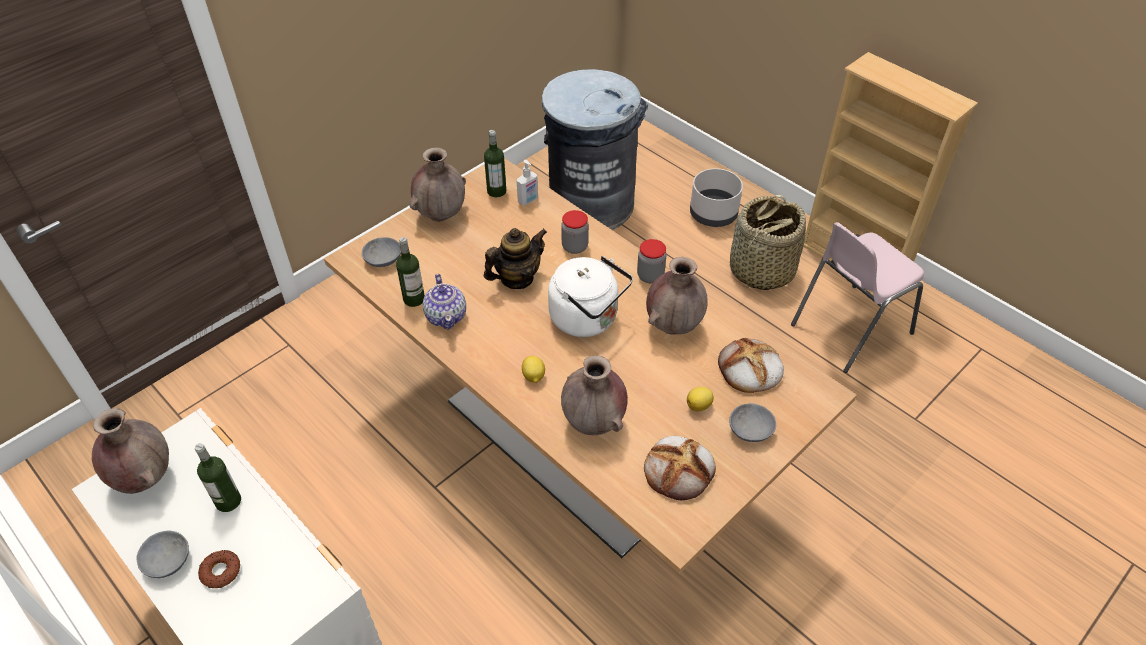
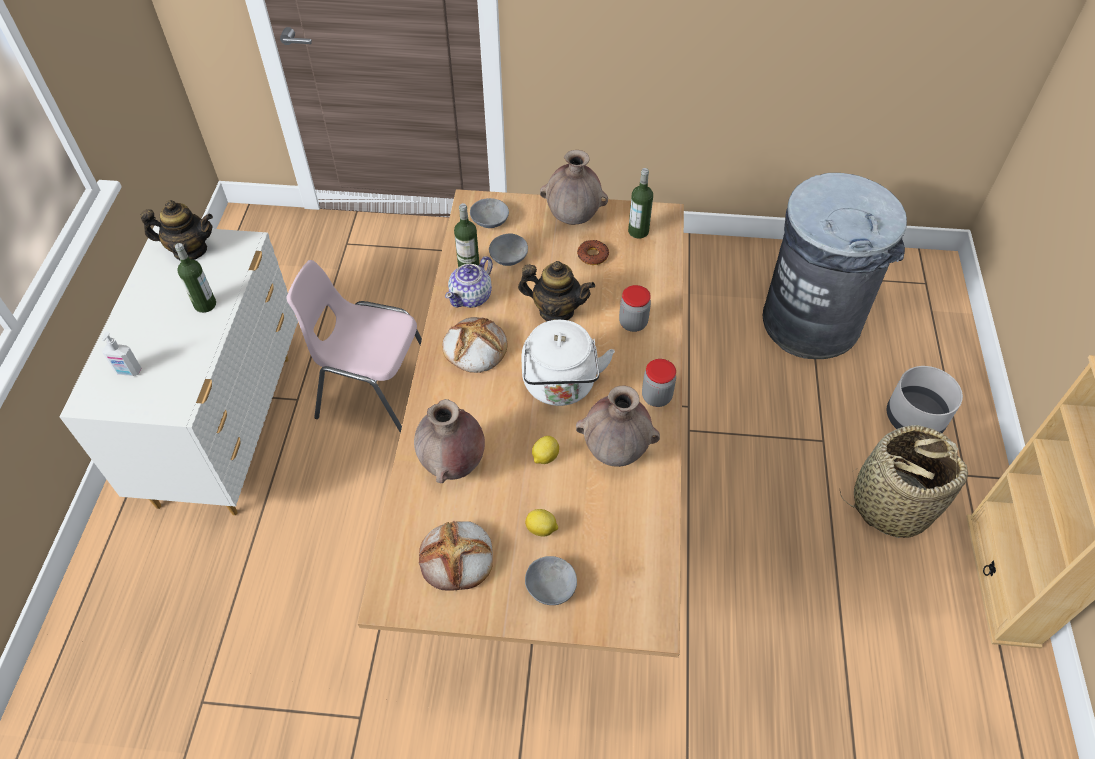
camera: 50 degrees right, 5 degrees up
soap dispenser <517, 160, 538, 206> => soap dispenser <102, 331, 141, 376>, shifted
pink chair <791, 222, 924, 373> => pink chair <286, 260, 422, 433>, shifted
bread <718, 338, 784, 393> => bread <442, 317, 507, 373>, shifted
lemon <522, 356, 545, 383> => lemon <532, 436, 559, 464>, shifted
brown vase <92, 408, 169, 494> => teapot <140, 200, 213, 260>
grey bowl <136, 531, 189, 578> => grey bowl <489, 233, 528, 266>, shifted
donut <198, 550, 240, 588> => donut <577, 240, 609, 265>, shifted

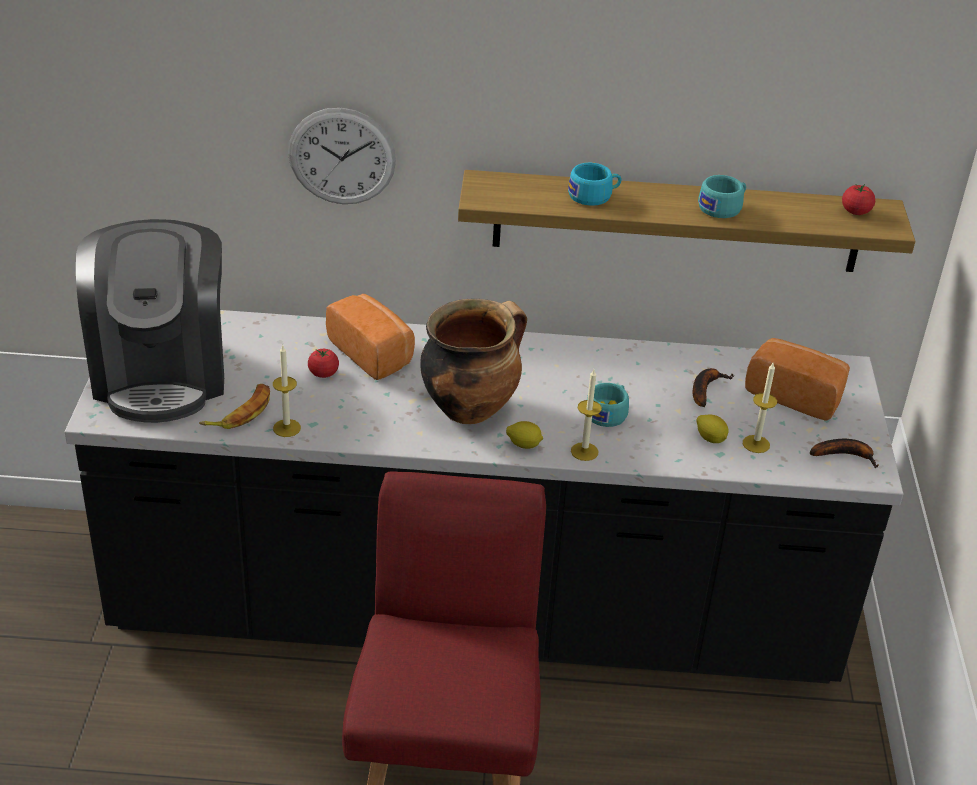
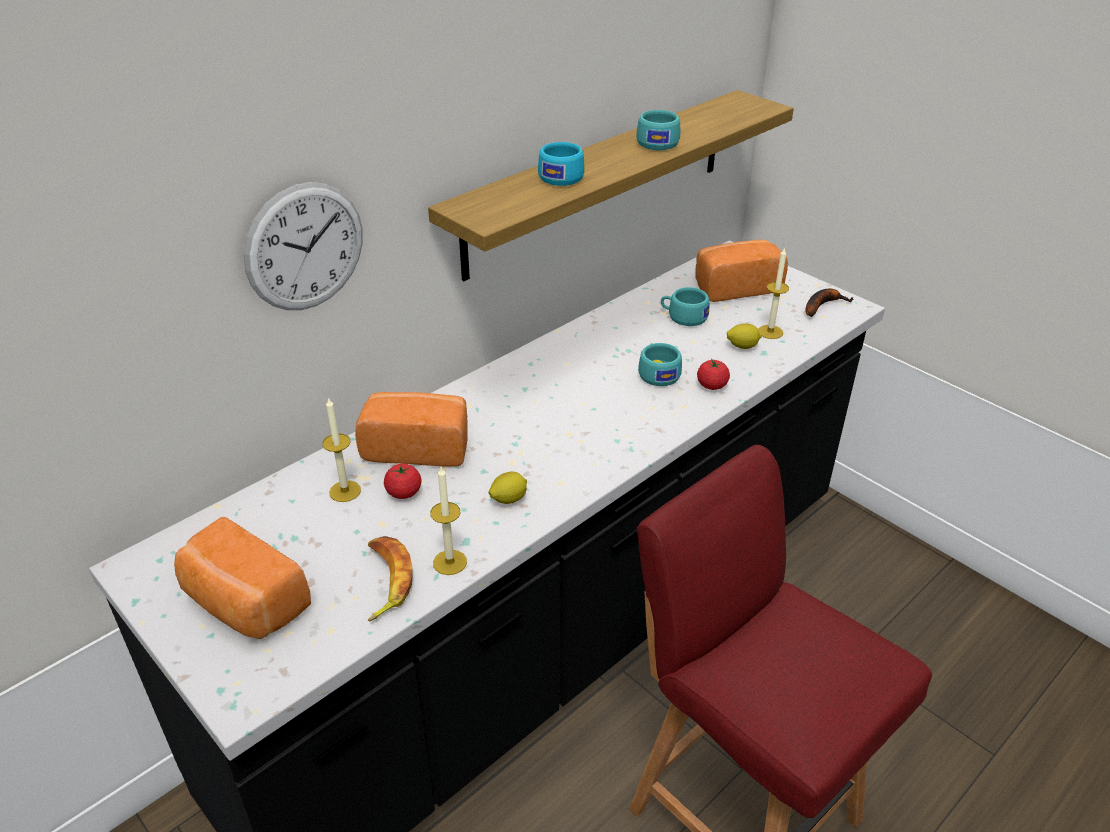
camera: 45 degrees left, 0 degrees up
tomato <842, 184, 875, 215> => tomato <697, 359, 730, 390>, shifted
coffee machine <76, 219, 224, 423> => bread <174, 517, 311, 639>
cooking pot <420, 299, 527, 424> => nothing
banana <693, 368, 734, 407> => turquoise cup <661, 287, 709, 326>
candle <571, 369, 602, 461> => candle <322, 397, 361, 502>, shifted
lemon <506, 421, 543, 449> => lemon <488, 472, 527, 504>, shifted

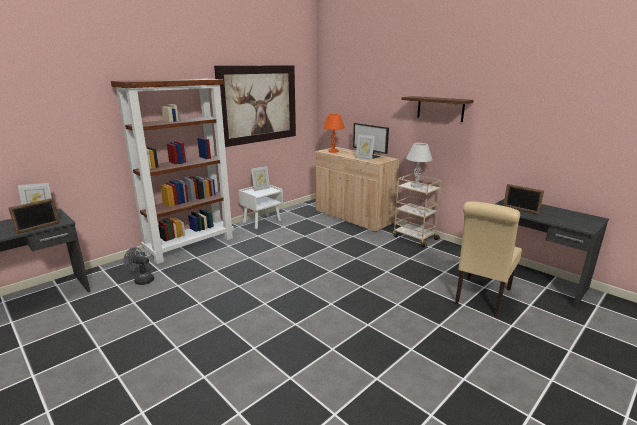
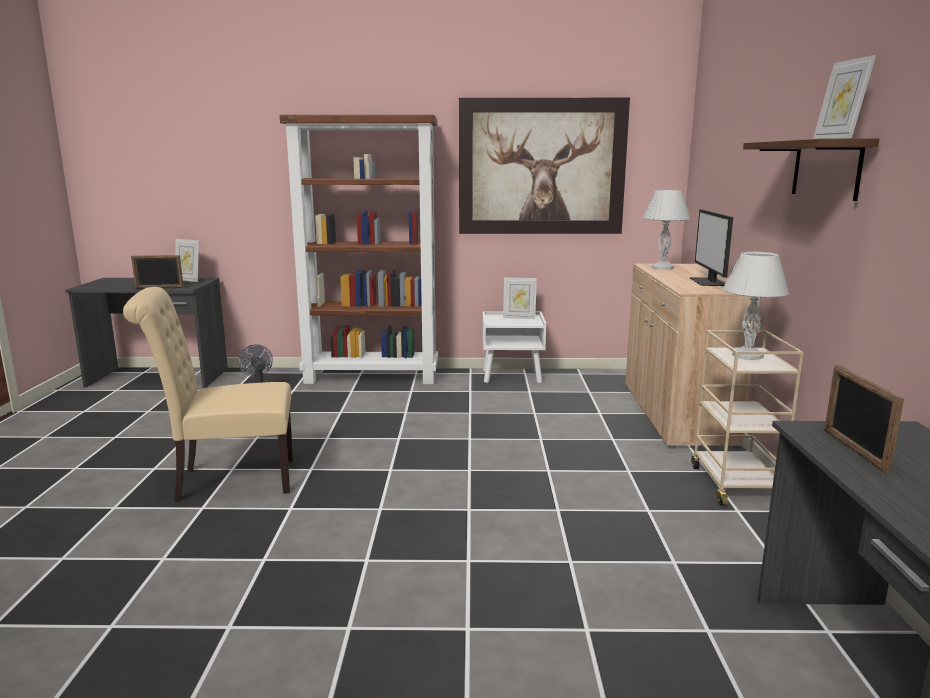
camera: 45 degrees right, 5 degrees down
orange table lamp <323, 114, 345, 153> => white table lamp <643, 190, 690, 270>
picture frame <356, 134, 375, 161> => picture frame <813, 55, 876, 139>, shifted
beige chair <455, 201, 522, 317> => beige chair <123, 287, 293, 502>, shifted

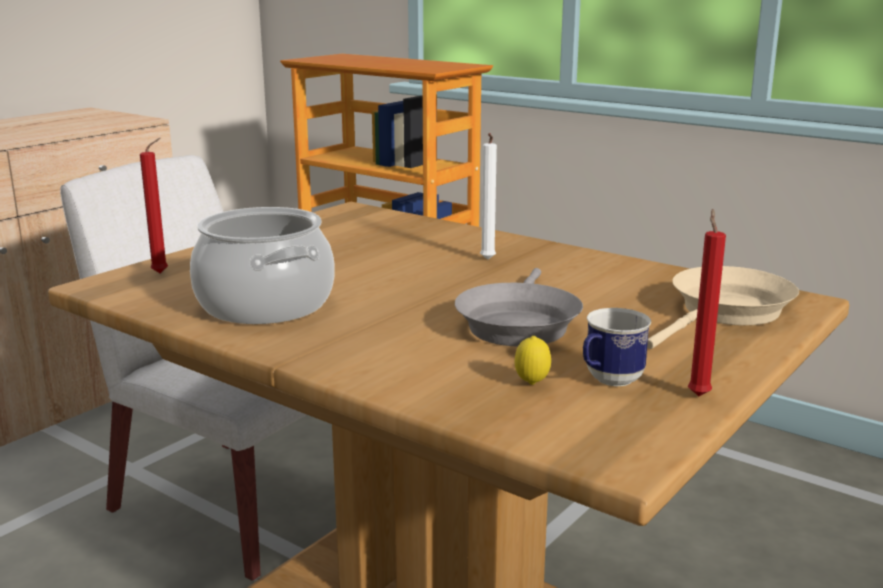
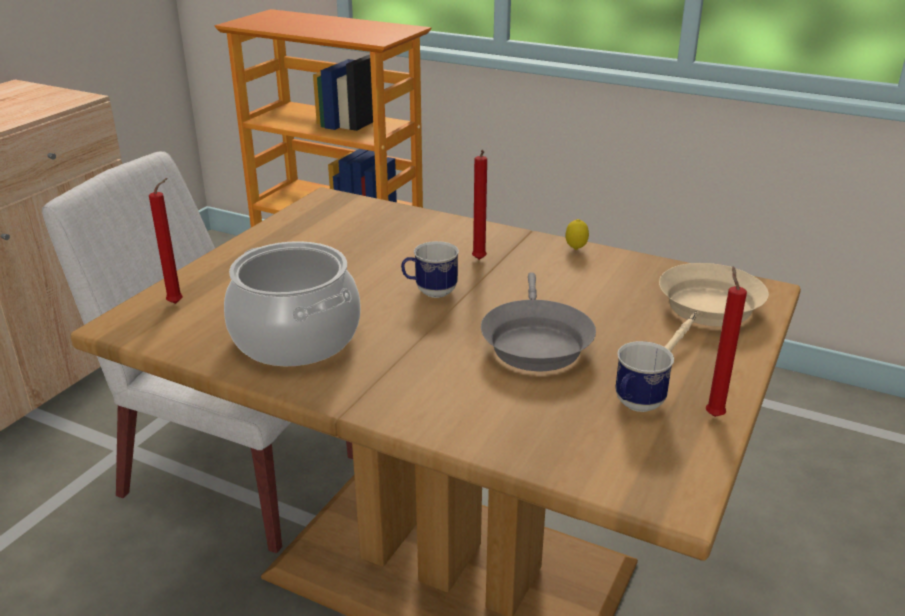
camera: 10 degrees left, 10 degrees up
white candle <480, 133, 497, 260> => red candle <472, 150, 487, 260>
lemon <515, 336, 551, 385> => lemon <565, 219, 589, 250>, shifted
nothing => mug <401, 241, 459, 298>

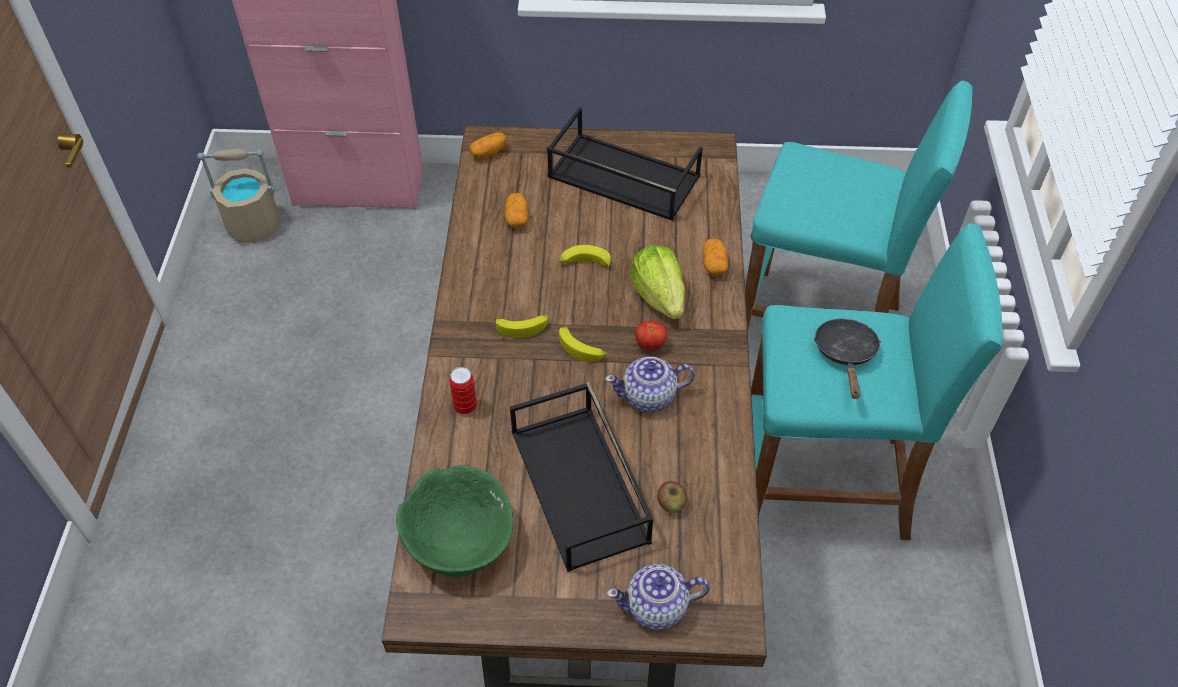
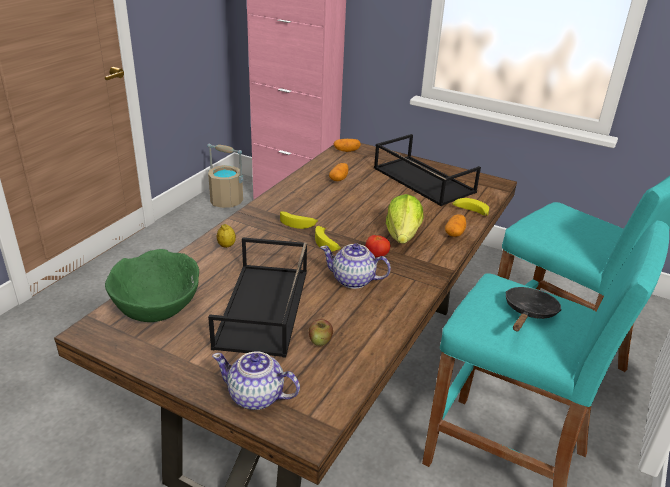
camera: 25 degrees right, 20 degrees down
banana <559, 245, 612, 268> => banana <452, 198, 489, 216>, shifted
can <449, 367, 477, 414> => lemon <217, 224, 236, 248>

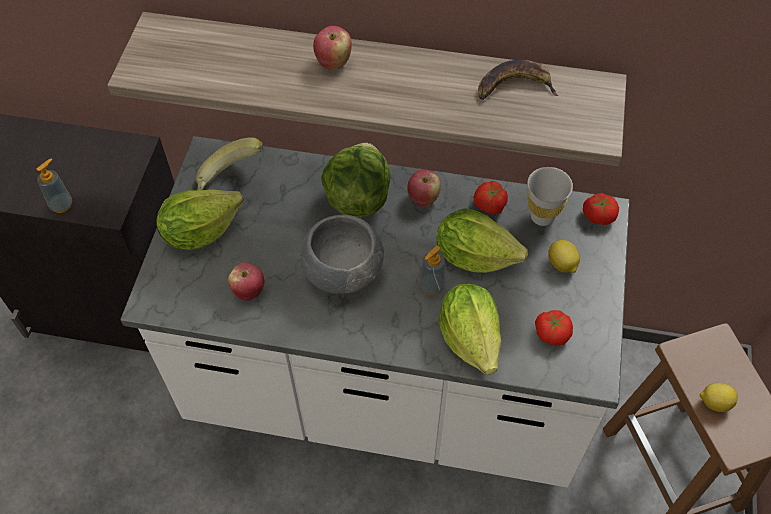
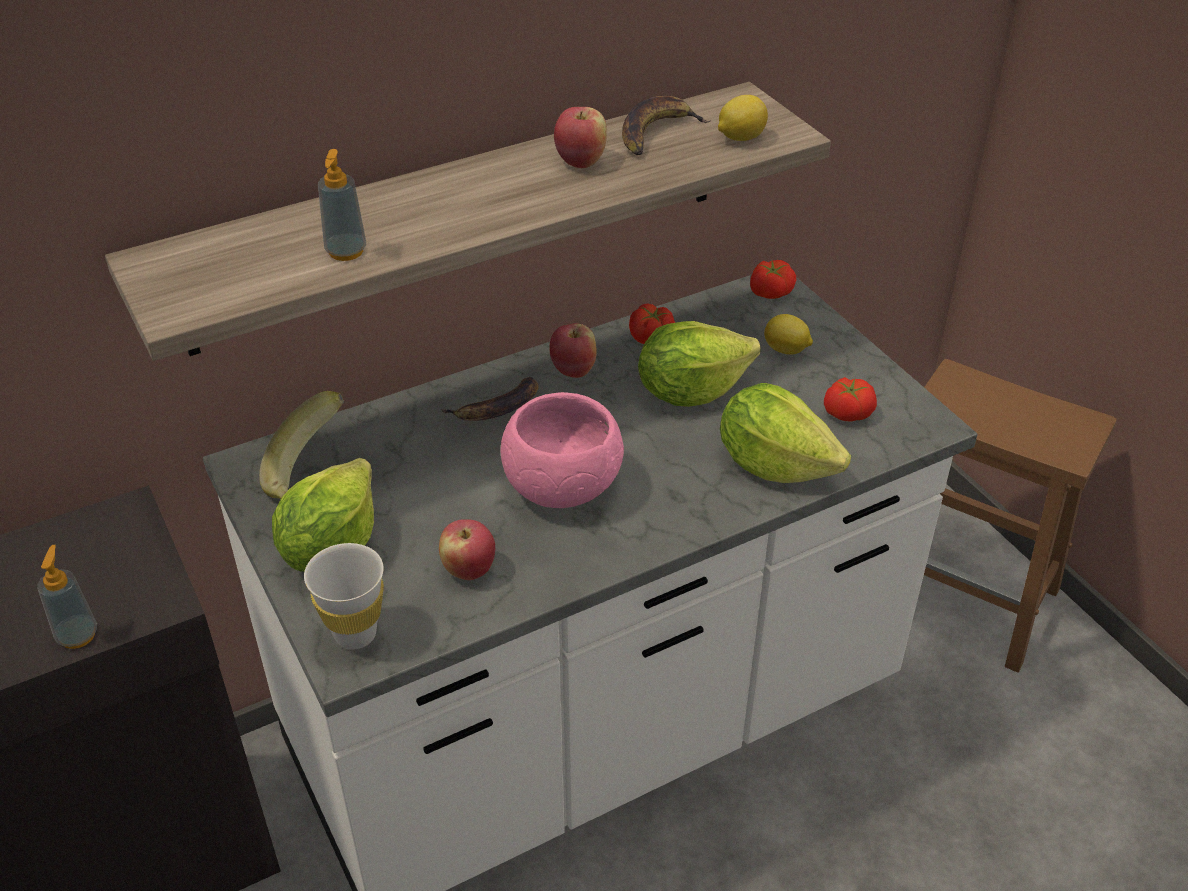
camera: 40 degrees left, 15 degrees down
apple <313, 26, 352, 70> => apple <554, 107, 607, 169>, shifted
lettuce <321, 143, 390, 218> => banana <441, 377, 539, 421>
white cup <527, 167, 573, 226> => white cup <304, 543, 384, 650>, shifted
grey bowl <300, 215, 384, 294> => pink bowl <501, 392, 624, 508>
soap dispenser <419, 246, 445, 295> => soap dispenser <318, 149, 366, 261>, shifted
lemon <700, 383, 738, 412> => lemon <718, 95, 768, 141>, shifted

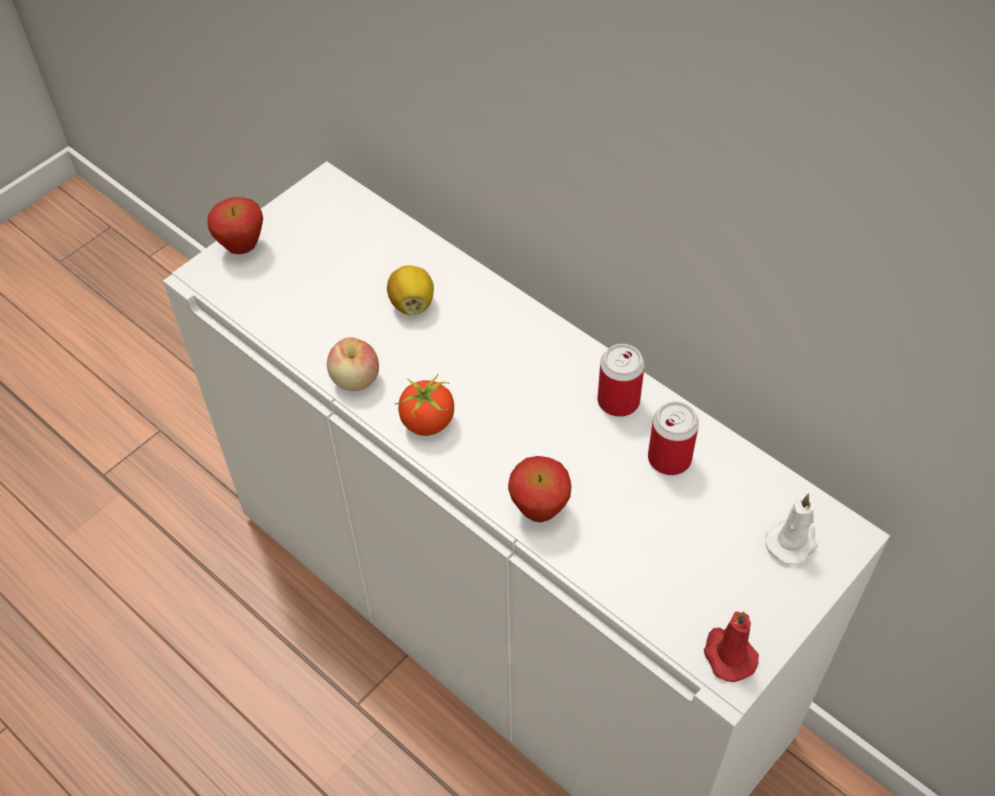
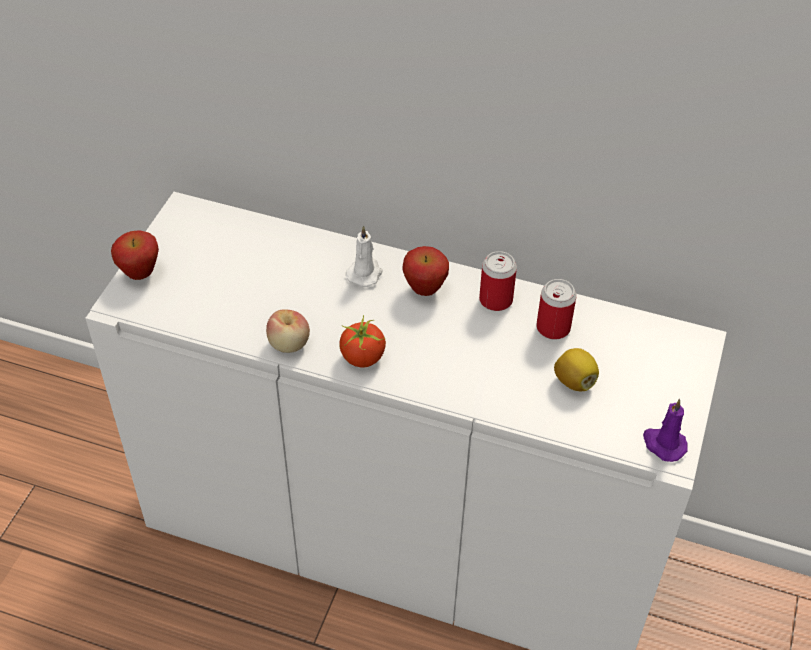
camera: 25 degrees left, 5 degrees down
lemon <387, 265, 434, 315> => lemon <554, 348, 599, 391>, shifted
apple <508, 456, 571, 522> => apple <402, 246, 449, 296>, shifted
white candle <765, 493, 818, 565> => white candle <346, 226, 382, 287>, shifted
red candle <704, 611, 759, 682> => purple candle <643, 399, 688, 462>

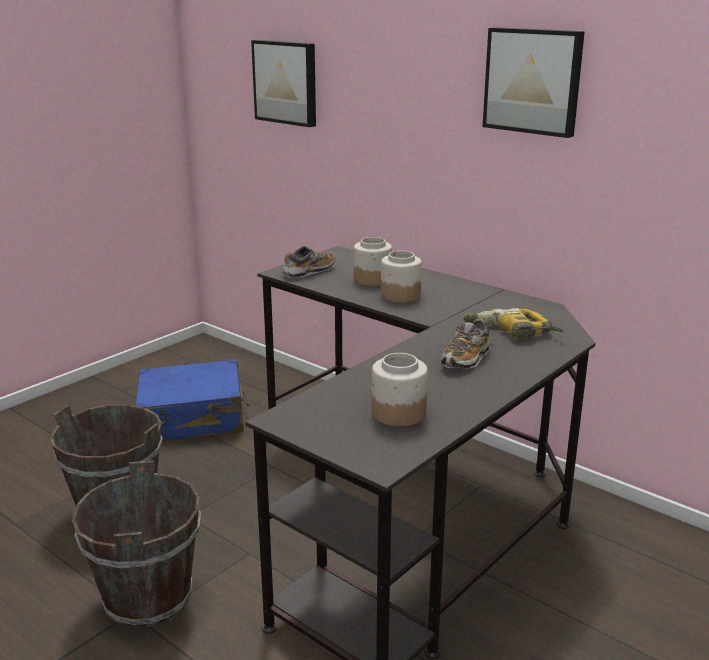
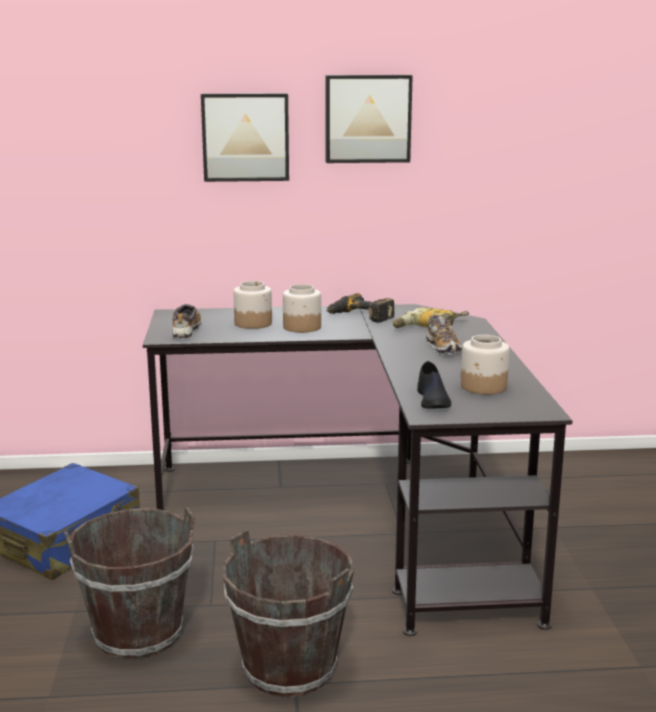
camera: 45 degrees left, 5 degrees down
picture <251, 40, 316, 127> => picture <201, 93, 289, 182>, shifted
nothing => power drill <326, 293, 395, 322>
nothing => black shoe <417, 361, 451, 408>

